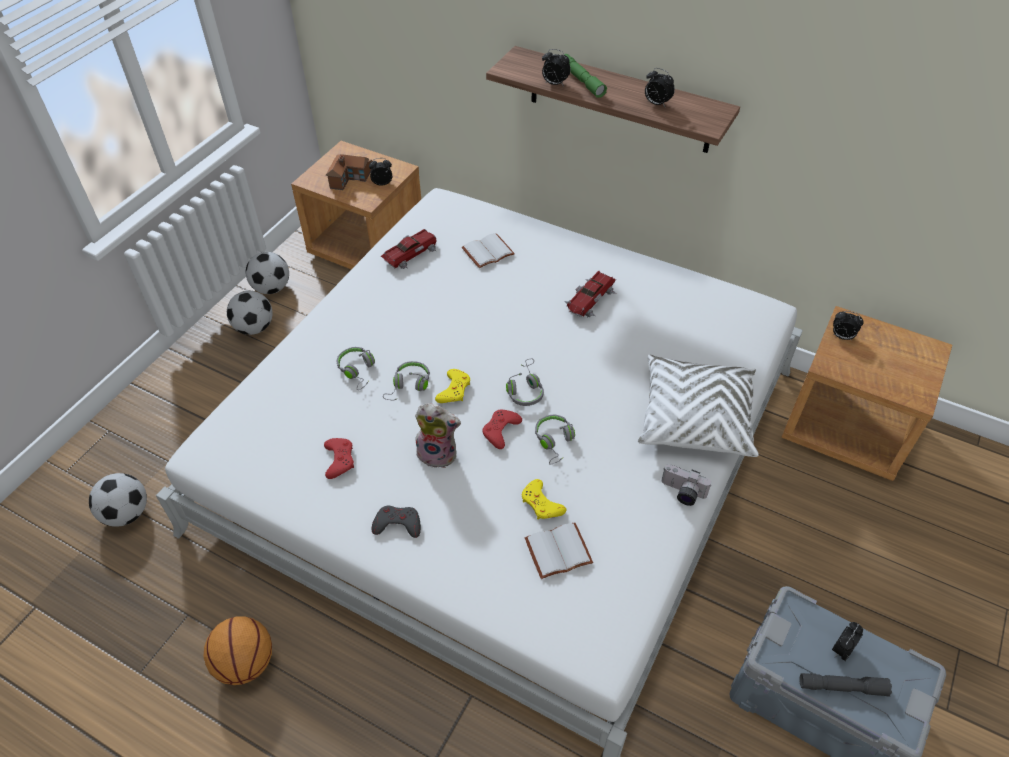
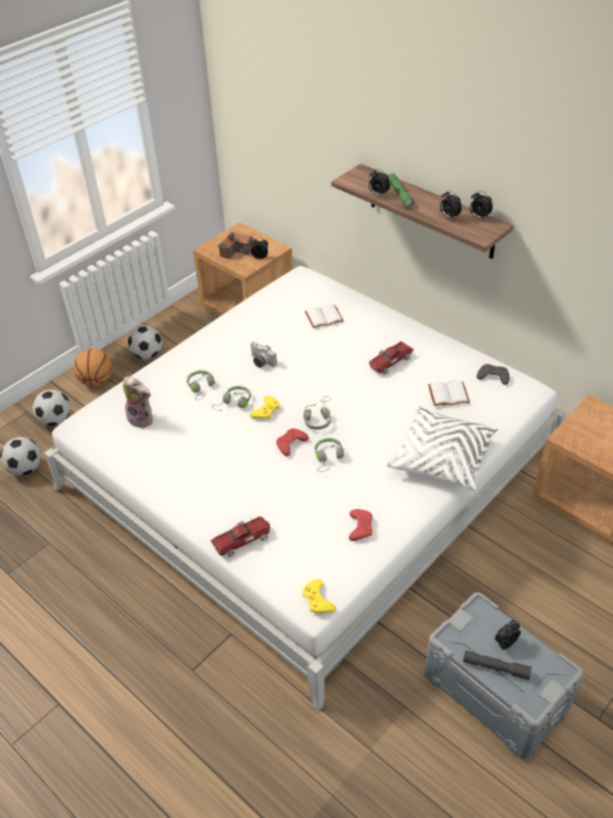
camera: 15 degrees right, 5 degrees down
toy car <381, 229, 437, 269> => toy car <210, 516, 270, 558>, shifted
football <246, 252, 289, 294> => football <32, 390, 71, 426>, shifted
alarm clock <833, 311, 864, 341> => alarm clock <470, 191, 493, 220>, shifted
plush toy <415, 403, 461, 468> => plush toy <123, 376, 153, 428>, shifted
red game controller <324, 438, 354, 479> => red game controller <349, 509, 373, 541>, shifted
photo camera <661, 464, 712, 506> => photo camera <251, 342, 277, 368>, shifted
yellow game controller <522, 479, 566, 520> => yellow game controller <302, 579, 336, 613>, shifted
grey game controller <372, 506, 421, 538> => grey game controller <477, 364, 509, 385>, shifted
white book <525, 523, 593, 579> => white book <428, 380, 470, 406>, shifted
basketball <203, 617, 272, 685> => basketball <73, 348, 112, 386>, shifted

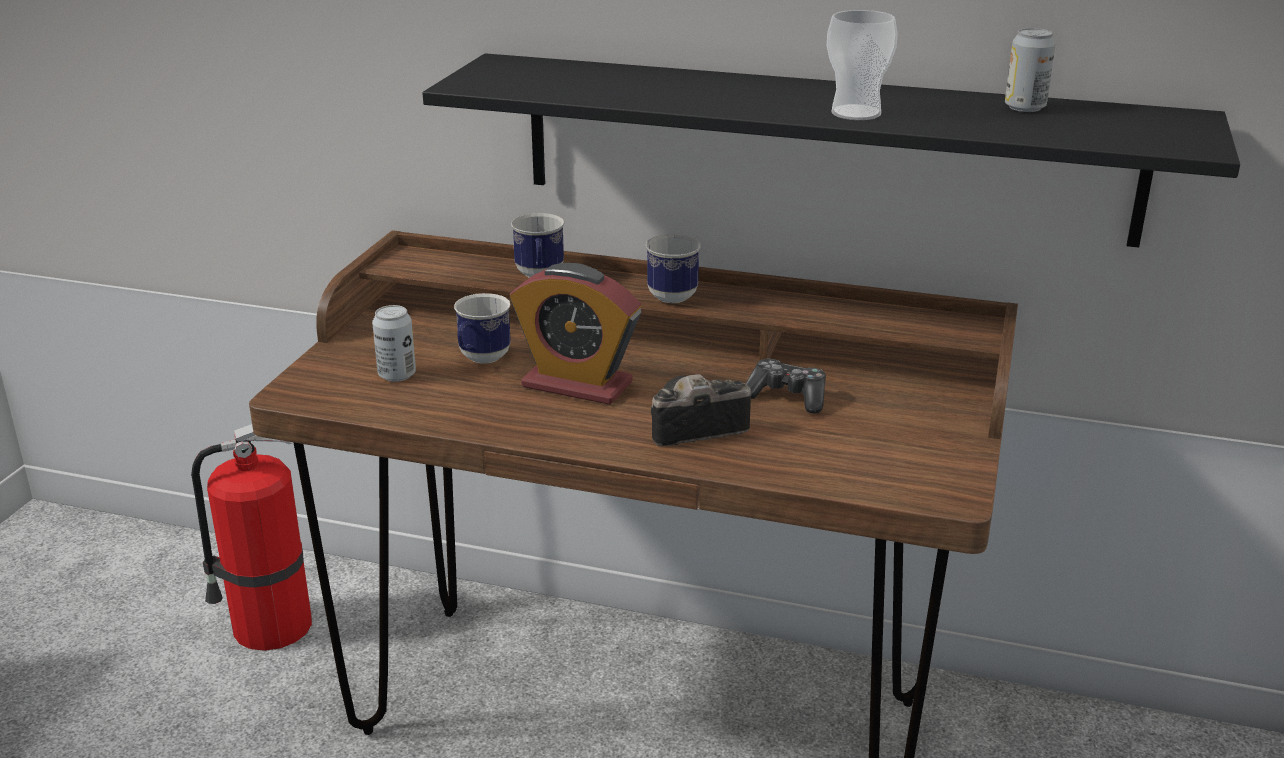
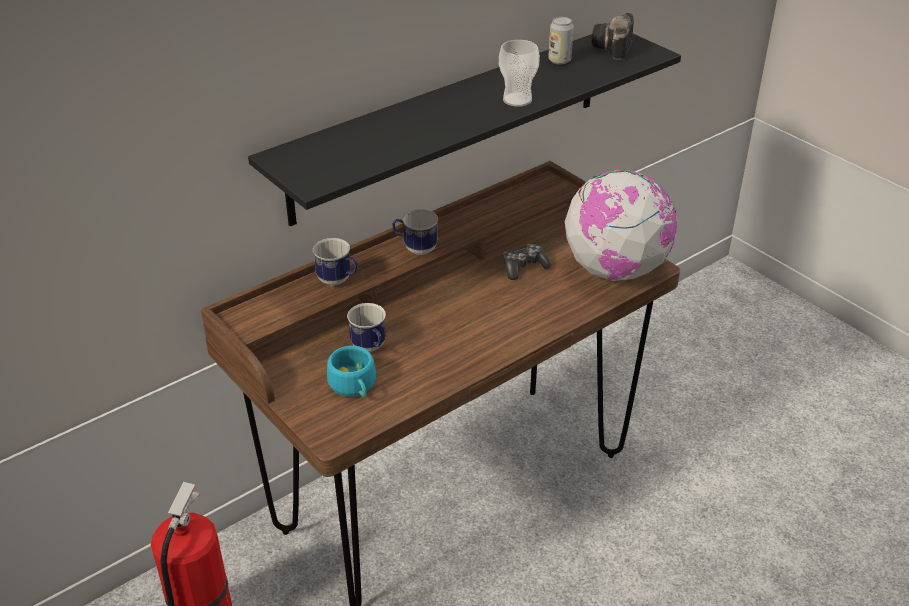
camera: 55 degrees left, 10 degrees up
alarm clock <510, 263, 641, 405> => nothing
can <372, 305, 416, 382> => turquoise cup <327, 346, 376, 397>
photo camera <651, 374, 751, 446> => photo camera <591, 13, 634, 60>, shifted
nothing => globe <565, 170, 677, 281>

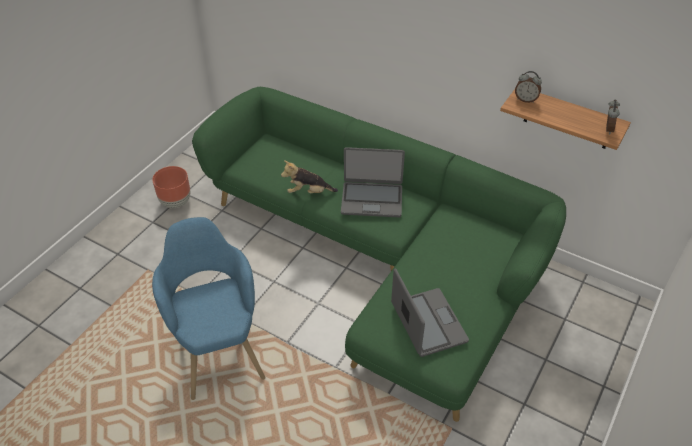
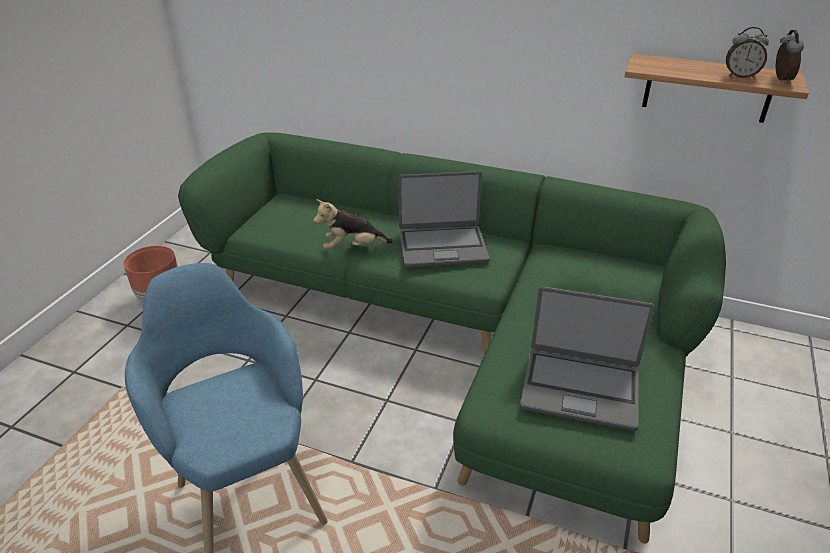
camera: 10 degrees left, 10 degrees down
alarm clock <515, 71, 542, 103> => alarm clock <726, 27, 769, 78>, shifted
laptop <391, 268, 469, 357> => laptop <520, 286, 655, 431>, 135 degrees clockwise

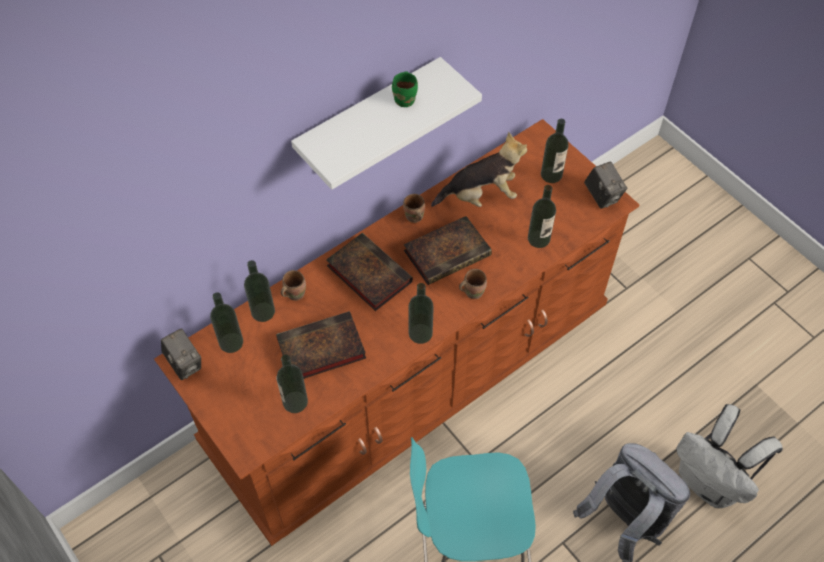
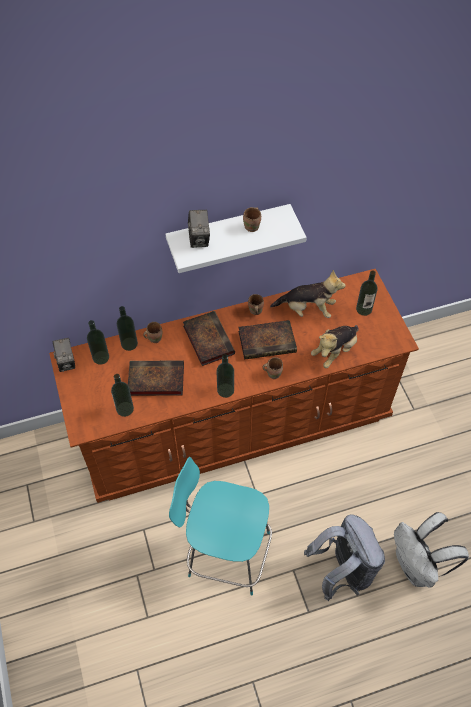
camera: 20 degrees right, 0 degrees up
green mug <392, 71, 418, 107> => brown mug <243, 207, 261, 232>
photo camera <584, 161, 627, 209> => photo camera <188, 210, 210, 248>, shifted
bottle <528, 185, 556, 248> => plush toy <311, 325, 359, 368>

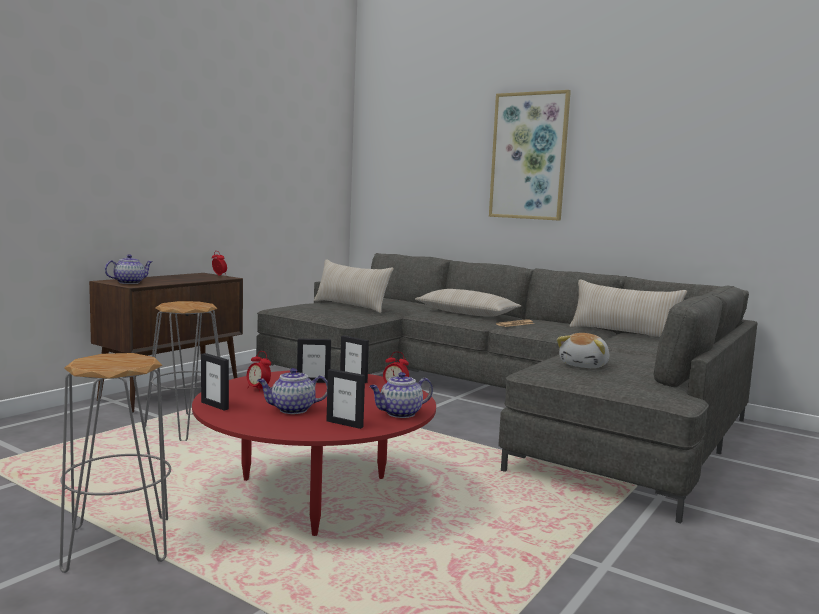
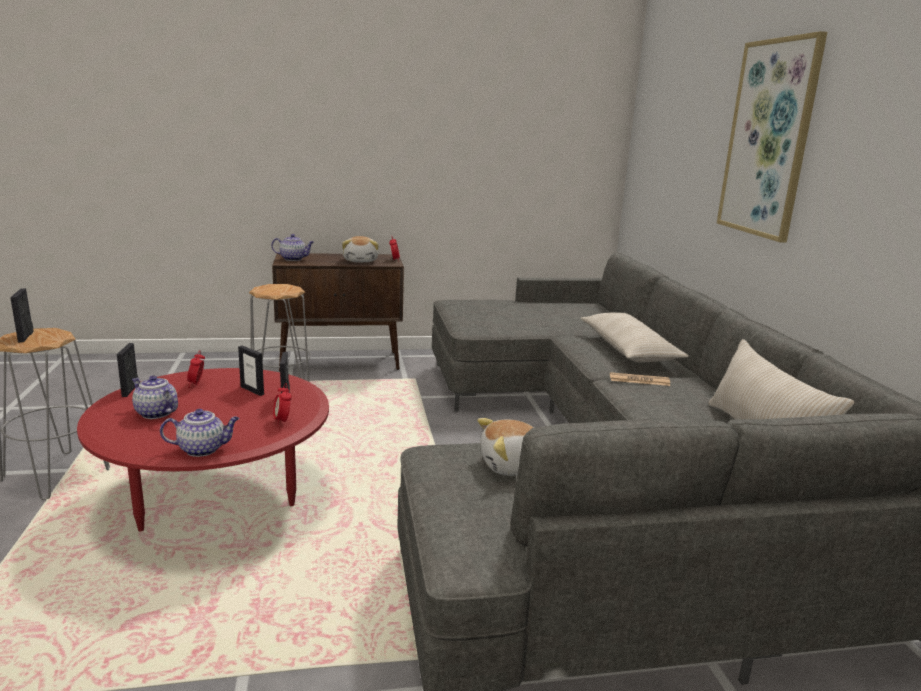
camera: 45 degrees right, 10 degrees up
beige pillow <314, 259, 394, 313> => nothing
picture frame <326, 369, 365, 429> => picture frame <10, 288, 34, 342>, shifted
teapot <369, 372, 433, 418> => teapot <160, 409, 239, 457>, 150 degrees clockwise
nothing => plush toy <342, 236, 379, 262>

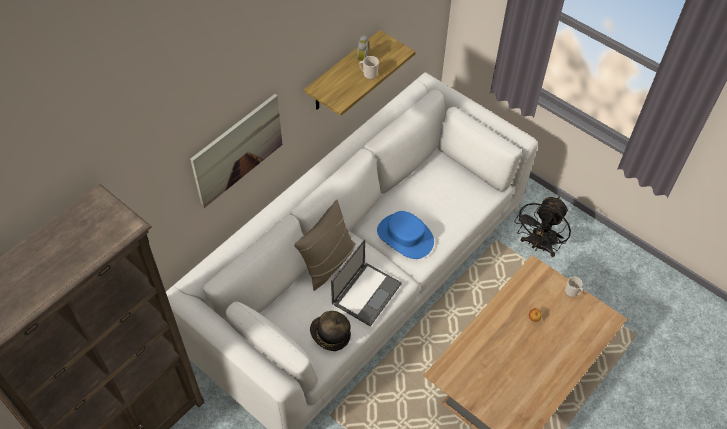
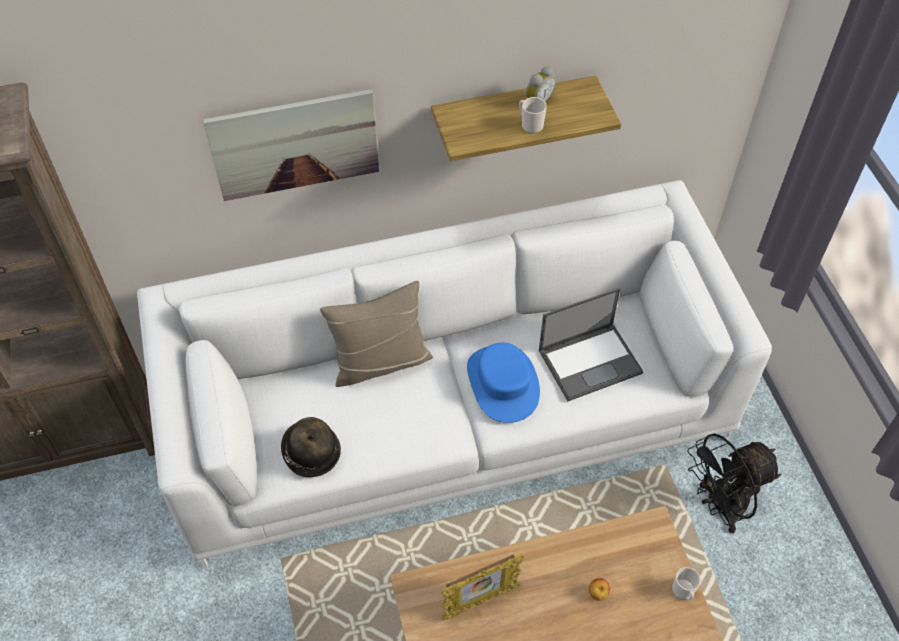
camera: 35 degrees right, 0 degrees up
laptop <331, 239, 402, 326> => laptop <539, 288, 644, 401>, shifted
nothing => picture frame <441, 554, 524, 621>

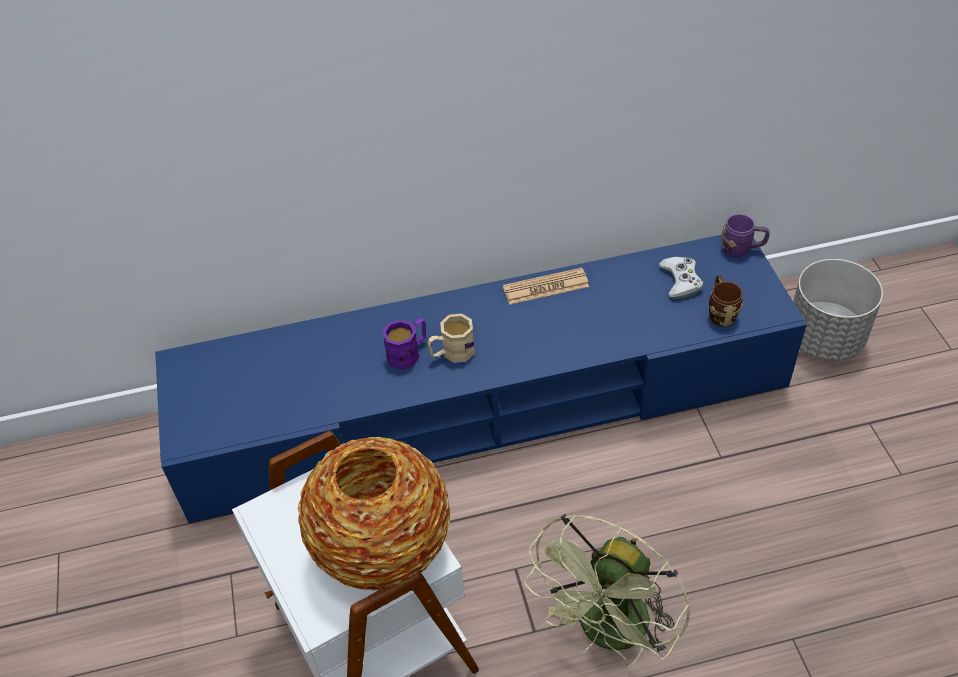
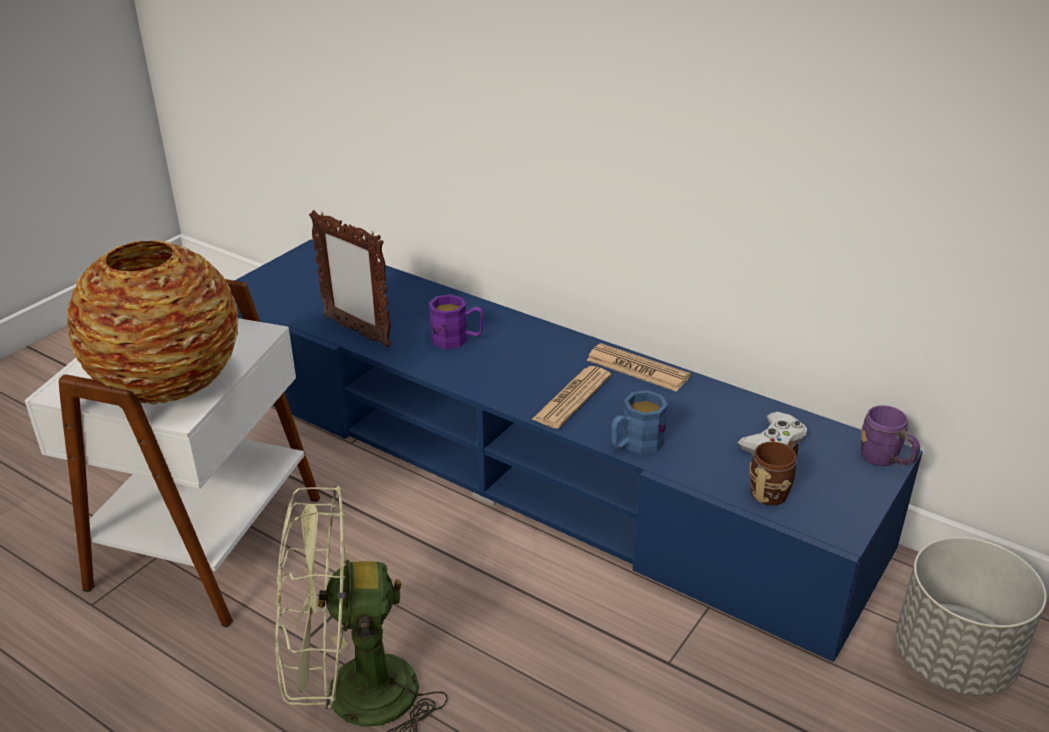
camera: 45 degrees right, 15 degrees down
beige mug <428, 313, 475, 363> => nothing
nothing => picture frame <309, 210, 392, 348>
nothing => newspaper <531, 366, 611, 429>
nothing => blue mug <611, 390, 668, 454>

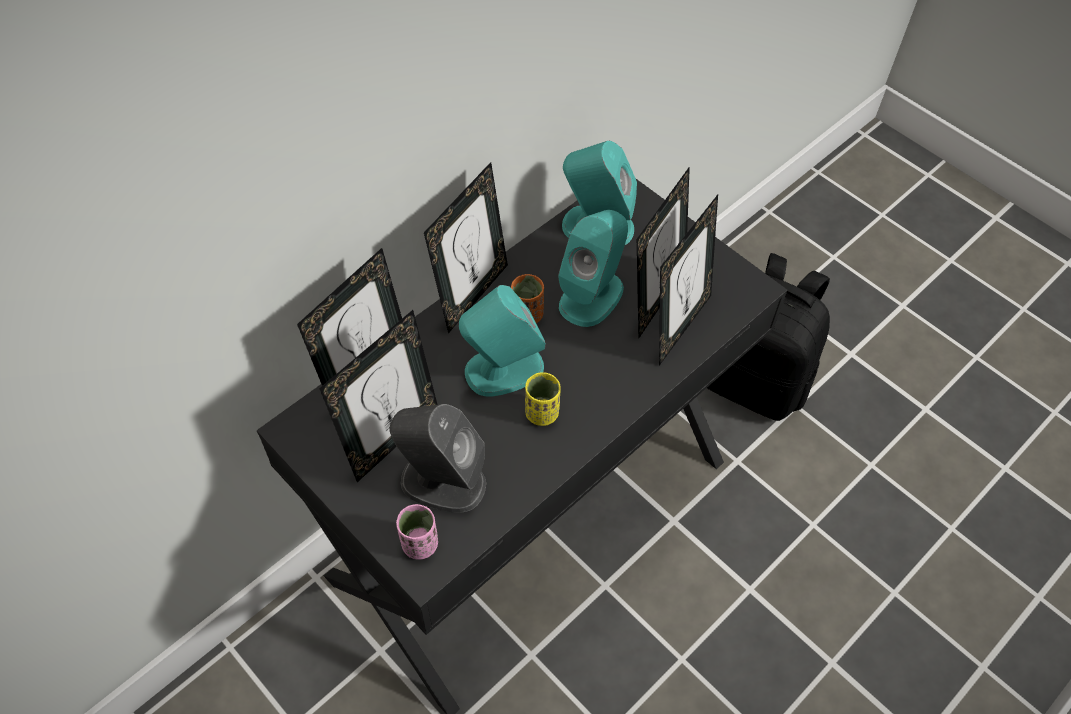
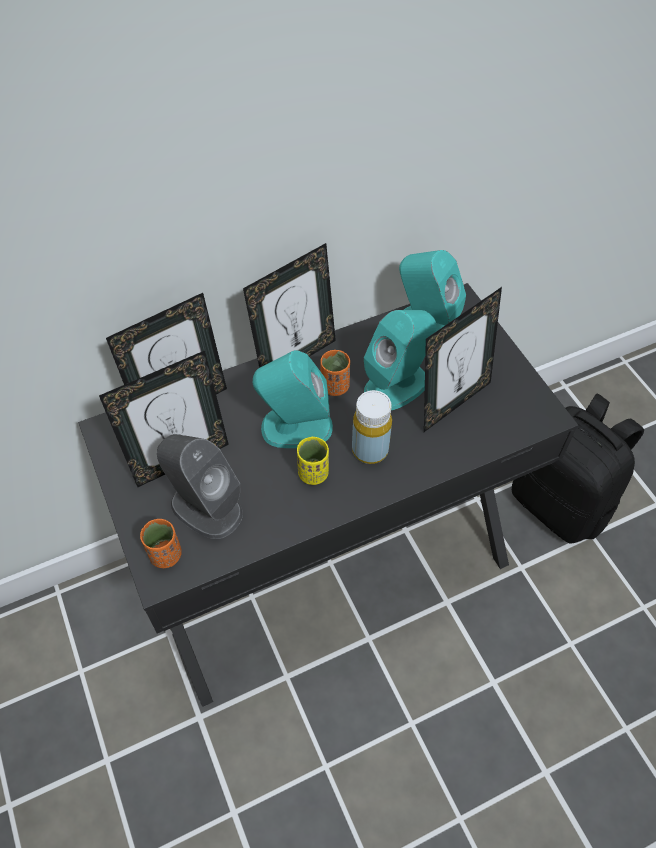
camera: 20 degrees right, 0 degrees up
picture frame <659, 195, 718, 366> => nothing
pink cup <396, 504, 438, 560> => orange cup <140, 519, 182, 568>
nothing => yellow bottle <352, 390, 392, 464>

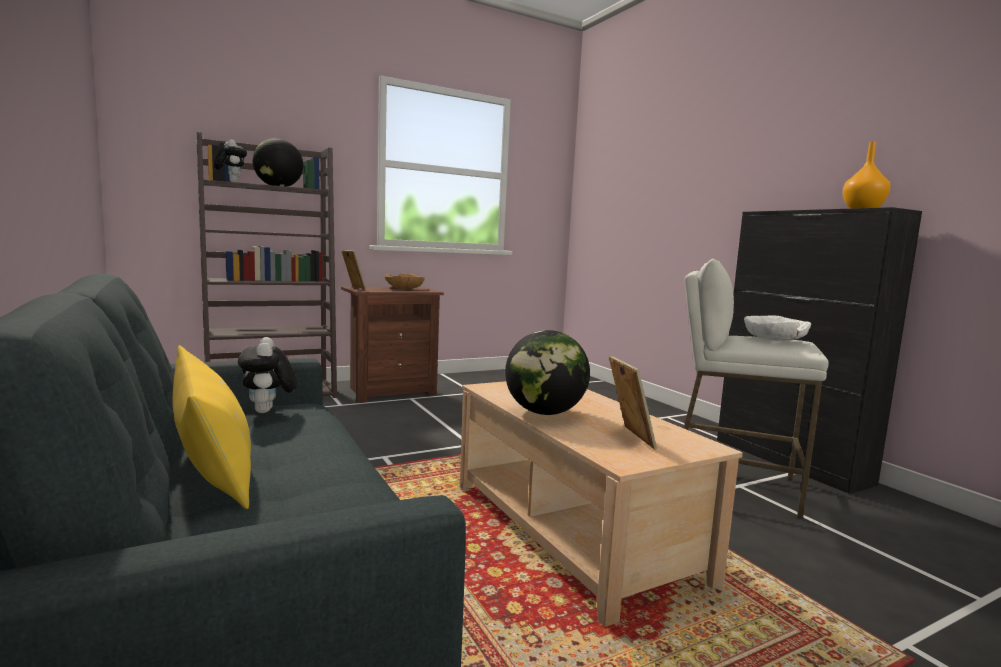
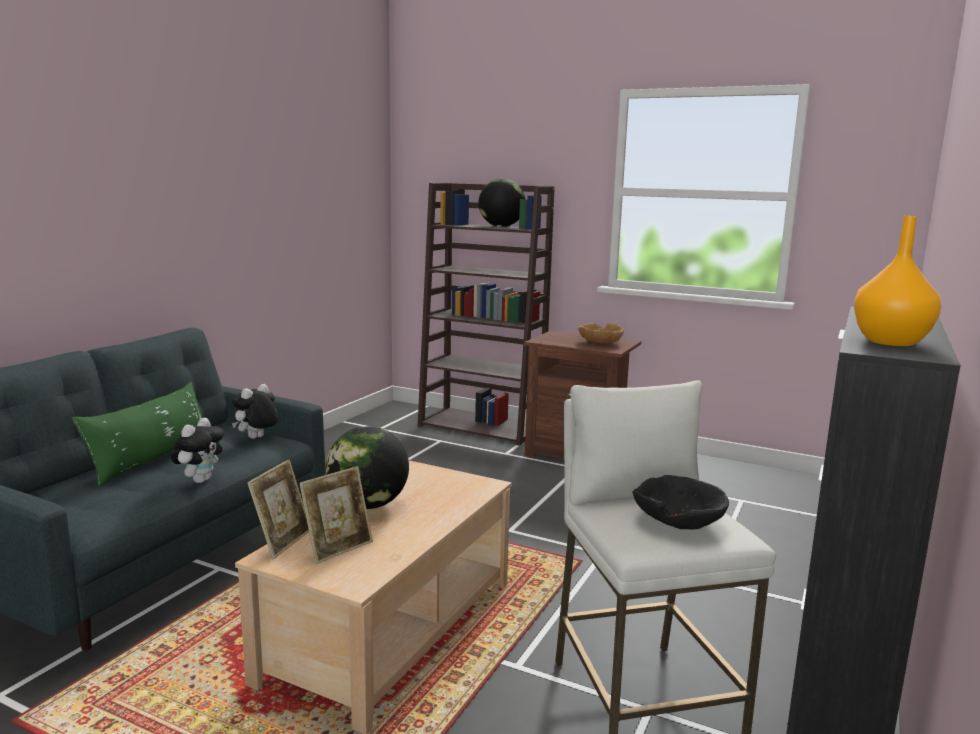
camera: 55 degrees right, 5 degrees up
plush toy <214, 140, 247, 182> => plush toy <171, 418, 224, 483>, shifted
picture frame <341, 250, 366, 289> => picture frame <247, 460, 309, 559>, shifted
white bowl <744, 316, 811, 341> => black bowl <632, 475, 729, 530>
yellow pillow <173, 345, 251, 509> => green pillow <72, 382, 203, 487>

